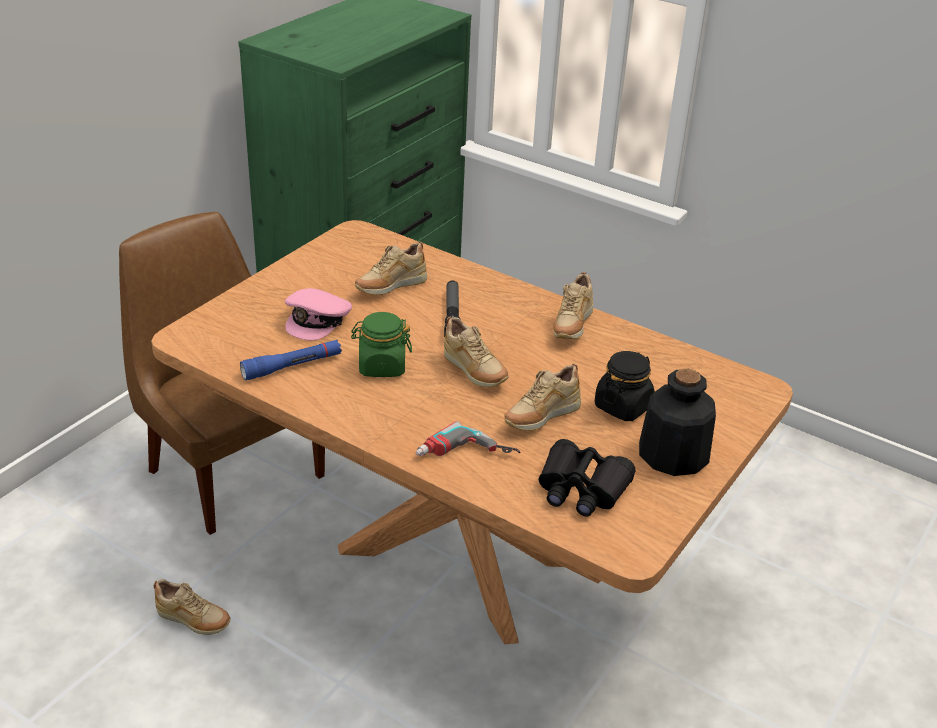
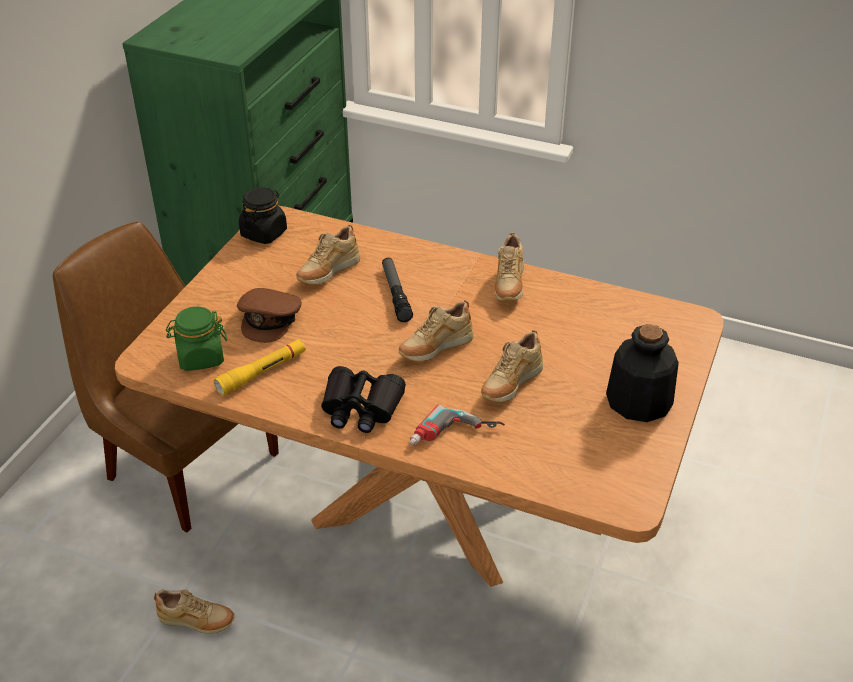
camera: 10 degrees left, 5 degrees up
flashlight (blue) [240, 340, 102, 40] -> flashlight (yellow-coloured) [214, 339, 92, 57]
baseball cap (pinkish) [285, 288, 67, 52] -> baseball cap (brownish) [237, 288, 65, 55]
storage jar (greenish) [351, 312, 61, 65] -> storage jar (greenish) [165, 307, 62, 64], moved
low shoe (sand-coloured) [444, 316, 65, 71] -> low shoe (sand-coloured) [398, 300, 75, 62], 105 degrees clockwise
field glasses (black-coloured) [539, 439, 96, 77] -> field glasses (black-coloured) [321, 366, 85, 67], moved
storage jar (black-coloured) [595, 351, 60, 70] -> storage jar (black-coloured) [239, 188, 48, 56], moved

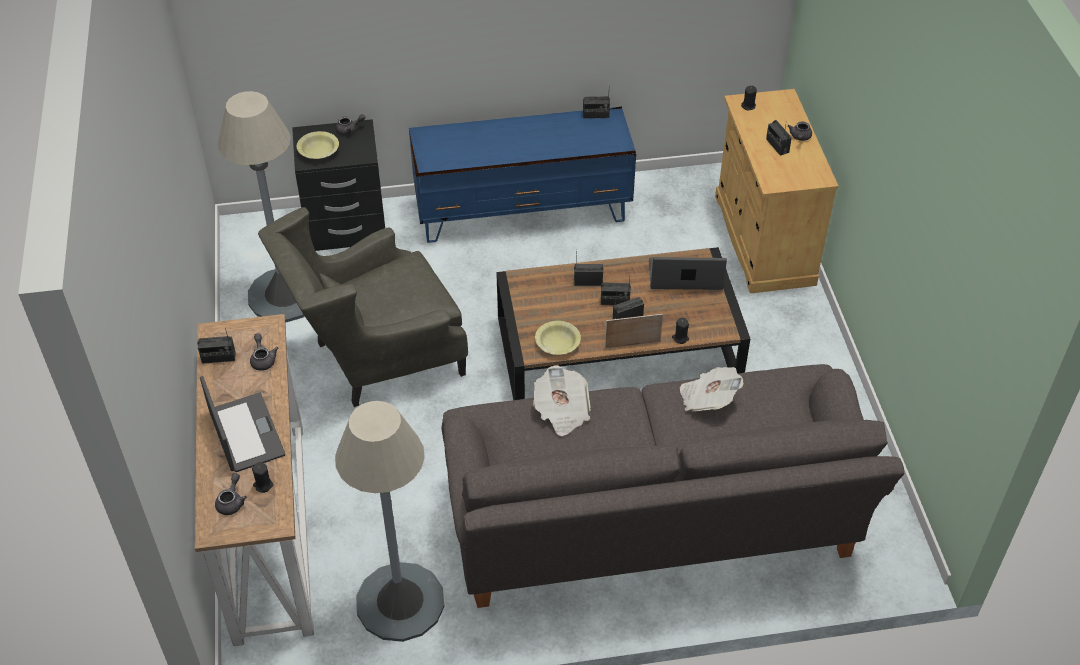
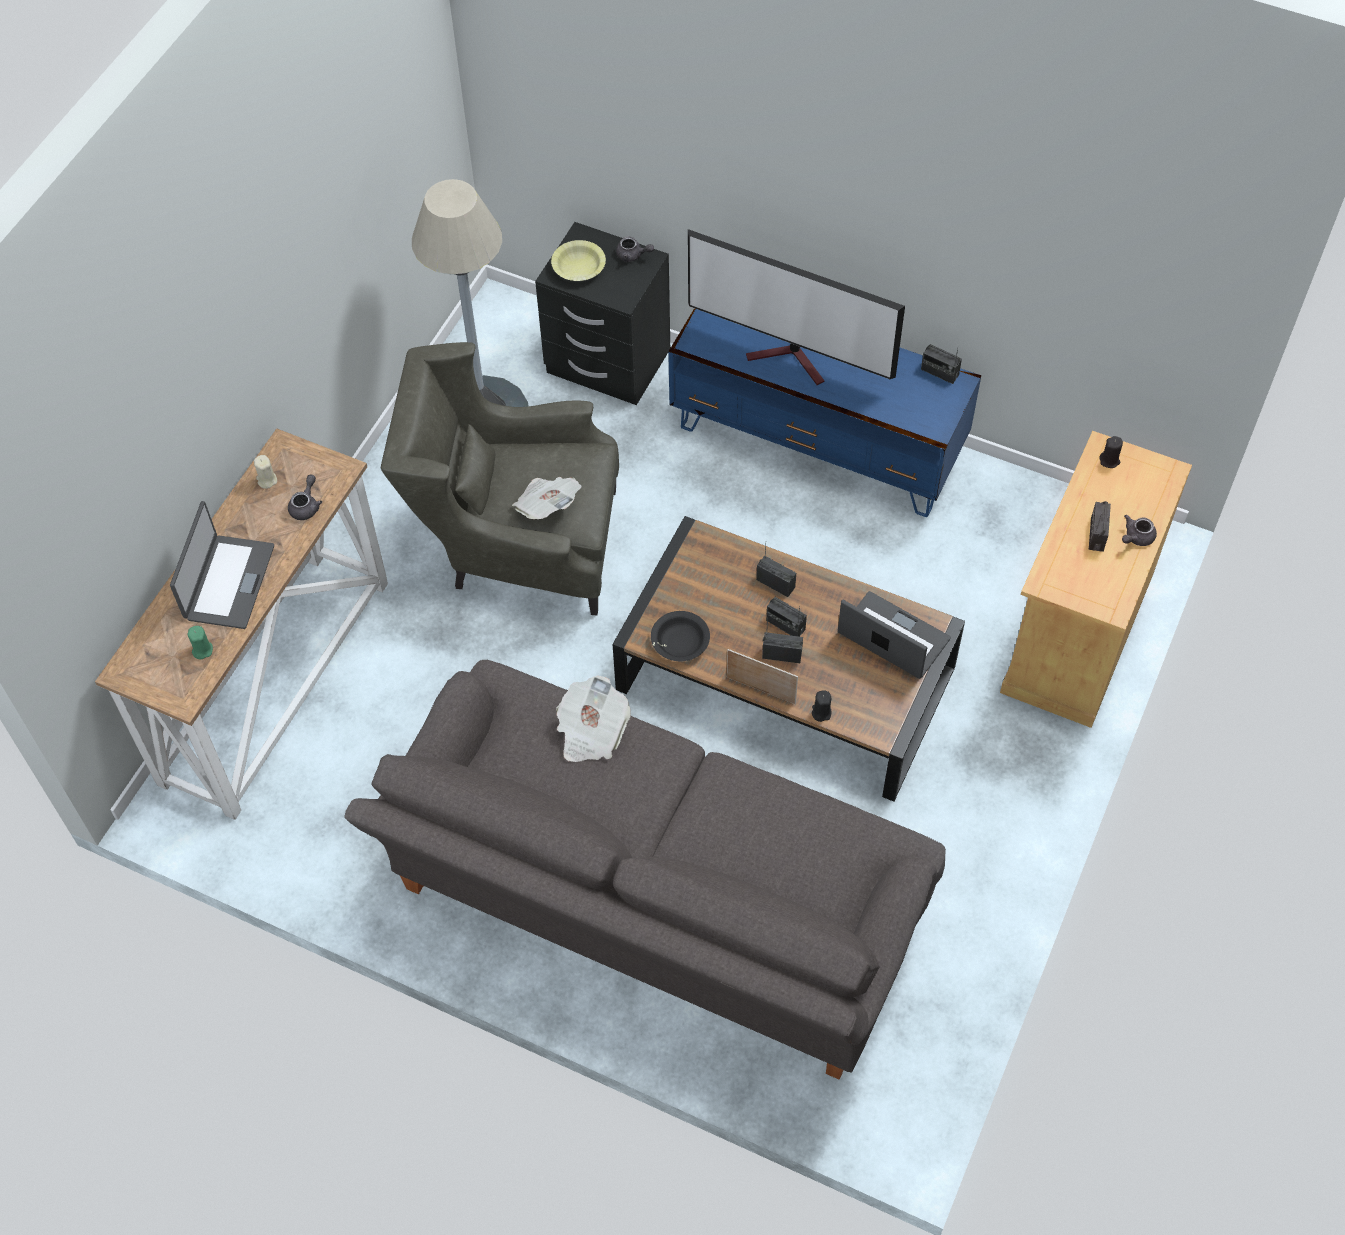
camera: 35 degrees right, 10 degrees up
radio set [198, 328, 38, 36] -> wax candle (sand-coloured) [254, 455, 23, 34]
tea pot (gray) [215, 473, 32, 42] -> none
wax candle (black-coloured) [252, 462, 21, 31] -> wax candle (greenish) [188, 626, 25, 33]
standing lamp (gray) [335, 401, 109, 241] -> none
bowl (yellow-coloured) [535, 321, 46, 34] -> bowl (black-coloured) [651, 611, 59, 50]
printed paper [680, 367, 63, 44] -> printed paper [512, 477, 70, 42], moved
none -> television [688, 229, 217, 156]

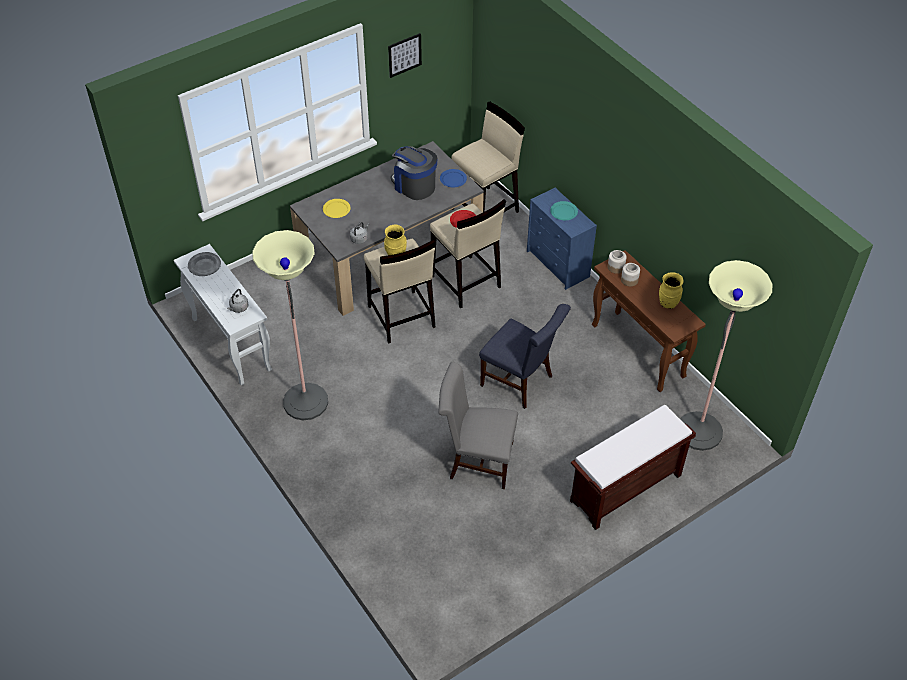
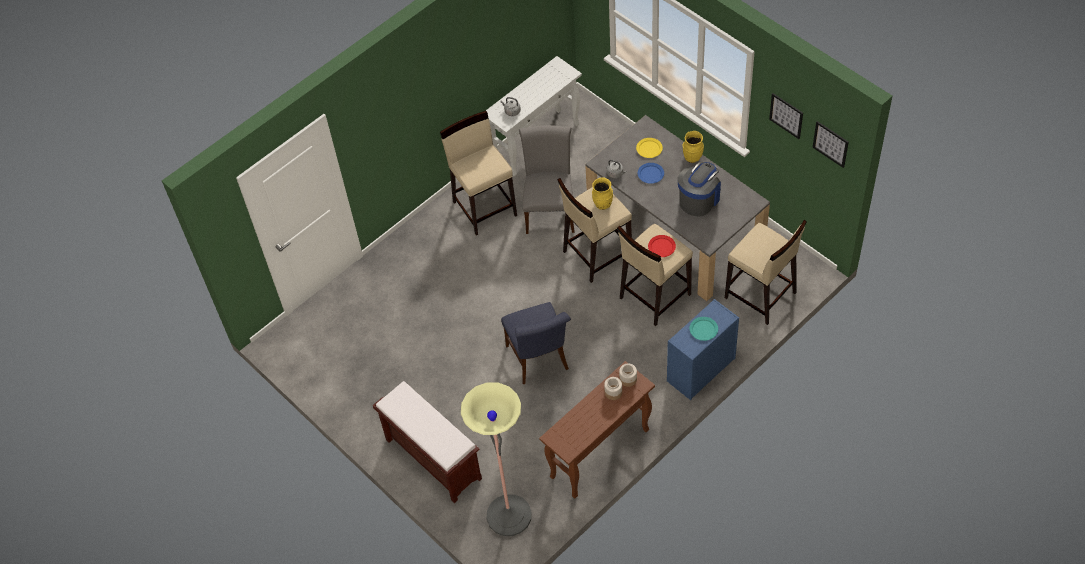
camera: 85 degrees right, 5 degrees up
flat dish (gray) [188, 252, 33, 24] -> none
standing lamp [252, 230, 76, 190] -> stool seat (sand-coloured) [440, 111, 77, 125]
plain chair (gray) [438, 362, 80, 127] -> plain chair (gray) [519, 125, 55, 109], moved
flat dish (blue) [440, 169, 27, 18] -> flat dish (blue) [638, 163, 26, 21], moved
plain chair (blue) [479, 304, 92, 105] -> plain chair (blue) [501, 302, 70, 82], 45 degrees counterclockwise
flower vase (yellow-coloured) [659, 272, 25, 37] -> flower vase (yellow-coloured) [683, 131, 21, 32], moved
none -> picture [813, 121, 36, 47]

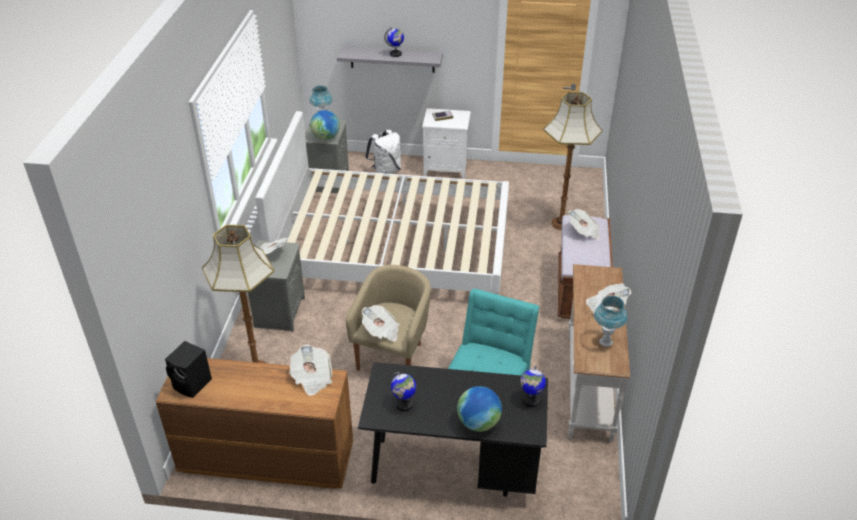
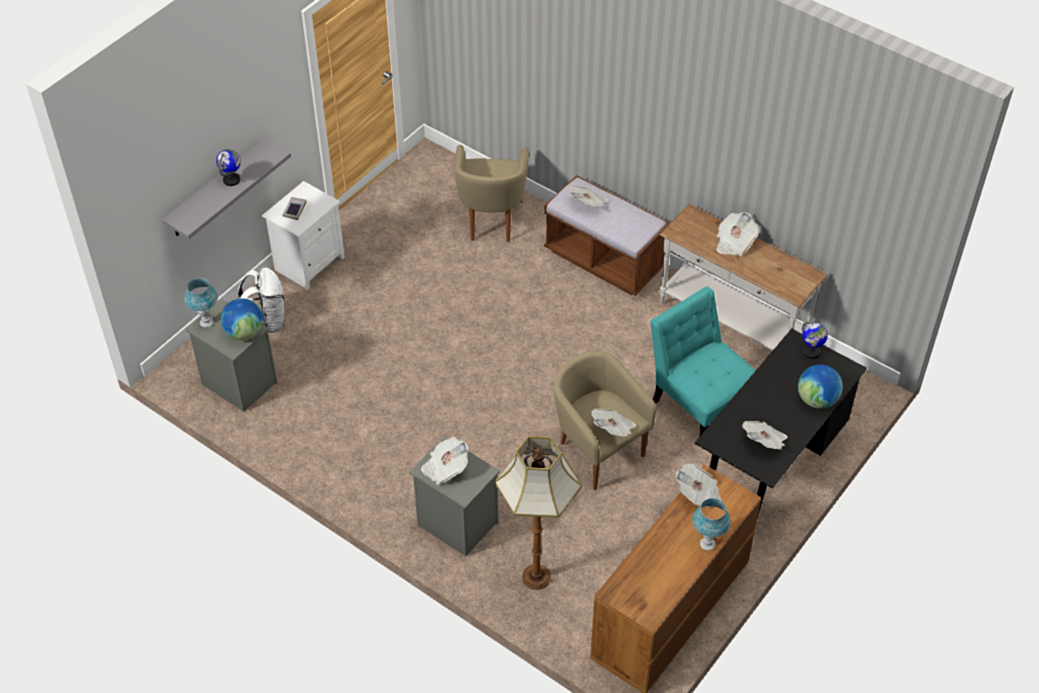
camera: 60 degrees left, 10 degrees up
speaker (black-coloured) [165, 341, 47, 57] -> none
bed (whitish) [255, 111, 254, 184] -> none
desk globe [391, 372, 25, 39] -> printed paper [742, 421, 46, 29]
standing lamp [543, 92, 59, 138] -> armchair (sand-coloured) [455, 145, 74, 97]
tabletop lamp (blue) [594, 296, 33, 51] -> tabletop lamp (blue) [692, 498, 39, 52], moved

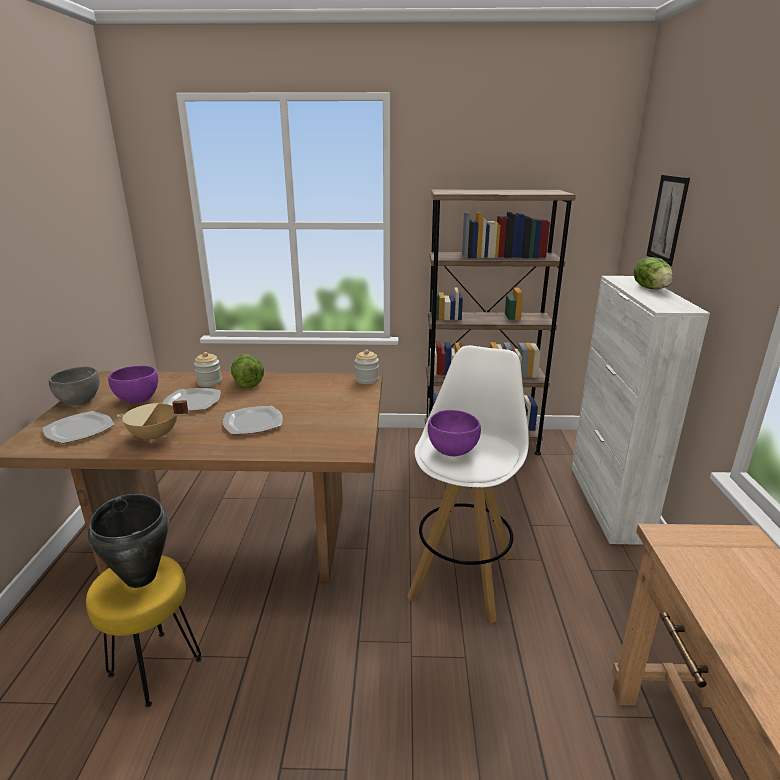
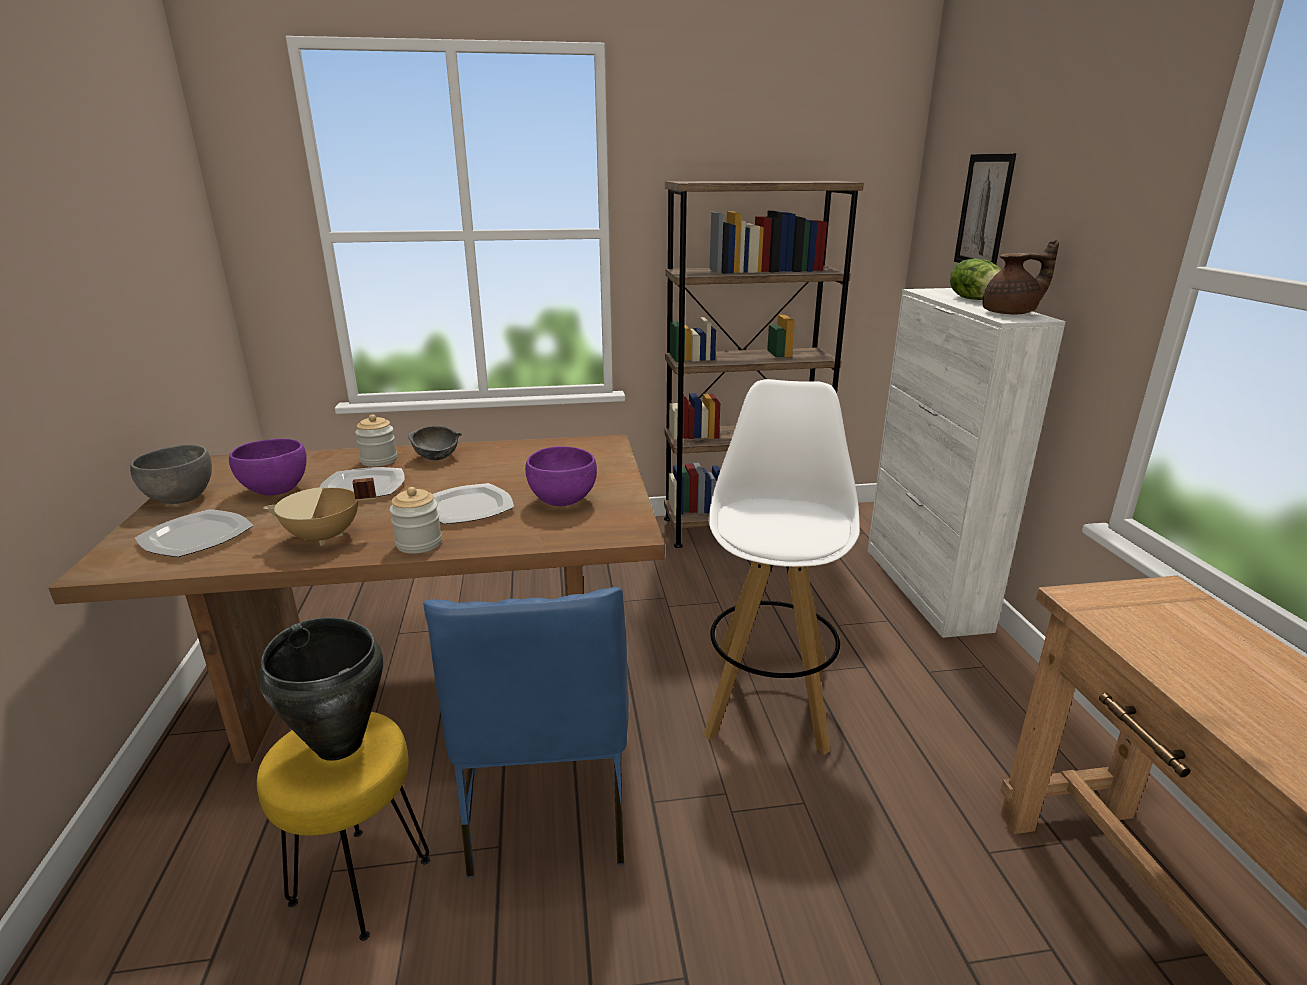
camera: 10 degrees left, 0 degrees up
head of lettuce [231, 354, 33, 34] -> bowl (gray) [408, 426, 54, 34]
storage jar [355, 350, 24, 34] -> storage jar [390, 487, 52, 67], moved
bowl (purplish) [428, 410, 53, 46] -> bowl (purplish) [525, 446, 72, 60], moved
none -> plain chair (blue) [423, 587, 206, 290]
none -> tea pot (brownish) [983, 240, 76, 74]

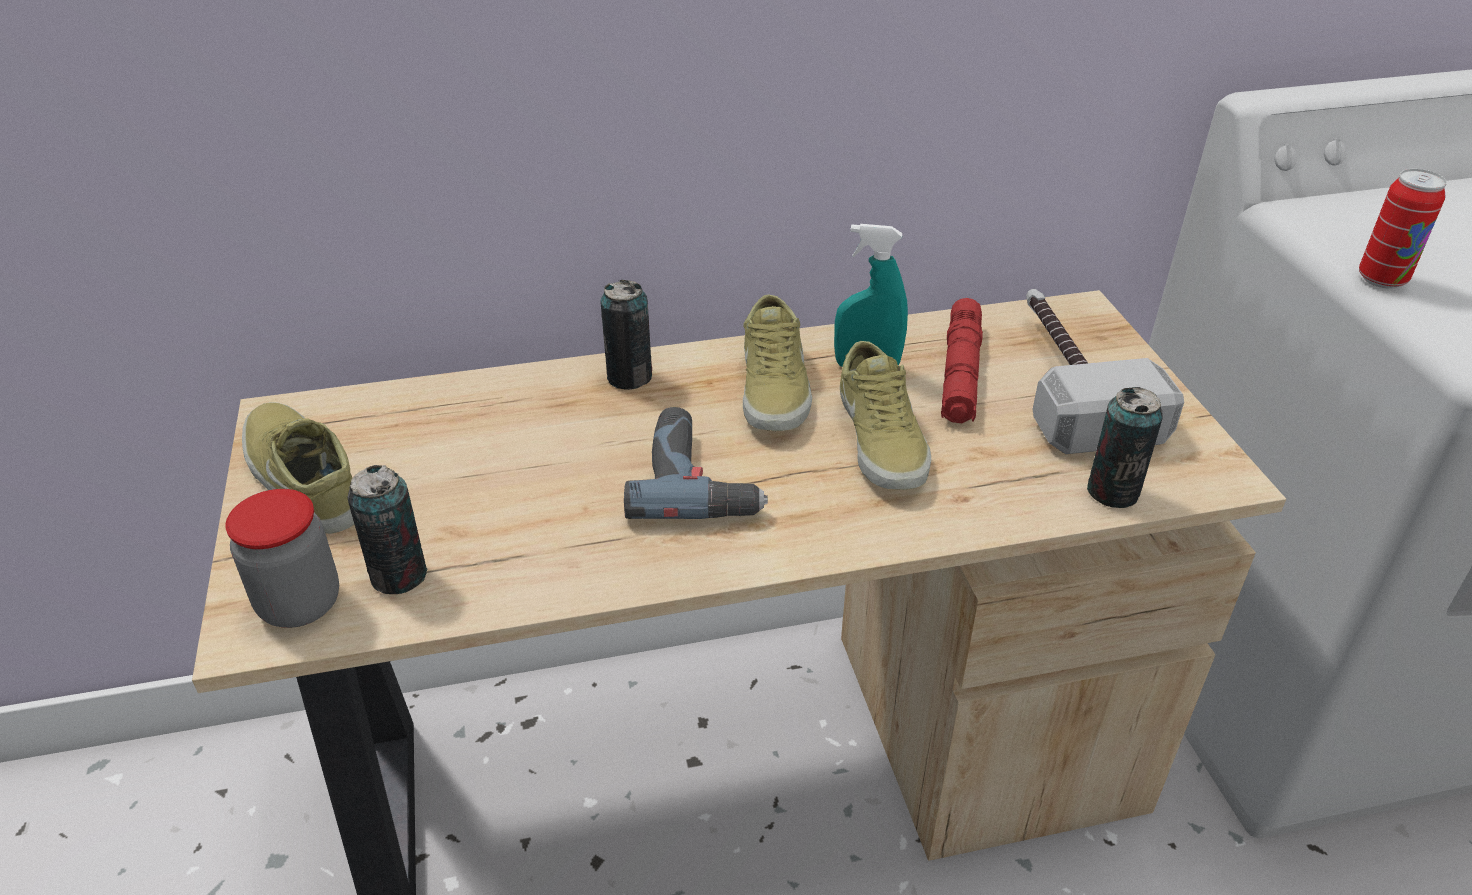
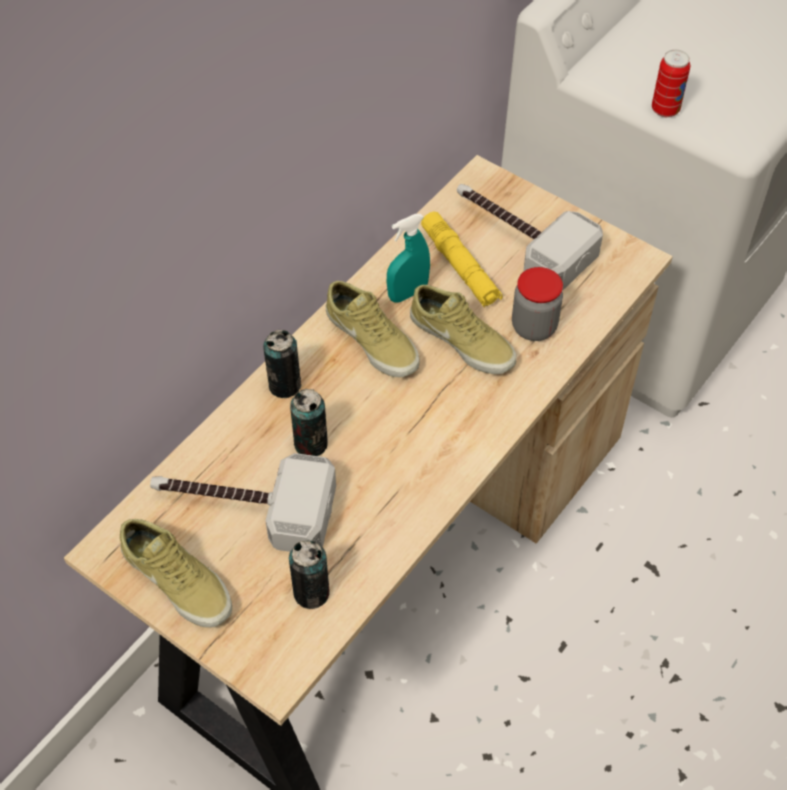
camera: 40 degrees left, 15 degrees up
storage jar [225, 489, 114, 139] -> storage jar [512, 267, 51, 74], moved
low shoe (sand-coloured) [242, 402, 113, 132] -> low shoe (sand-coloured) [120, 519, 112, 109], 150 degrees counterclockwise
power drill [624, 407, 144, 112] -> none
flashlight (red-coloured) [941, 298, 42, 125] -> flashlight (yellow-coloured) [421, 211, 82, 96]
sealed can [1087, 387, 76, 121] -> sealed can [290, 389, 38, 67], moved
none -> hand hammer [150, 453, 186, 99]

